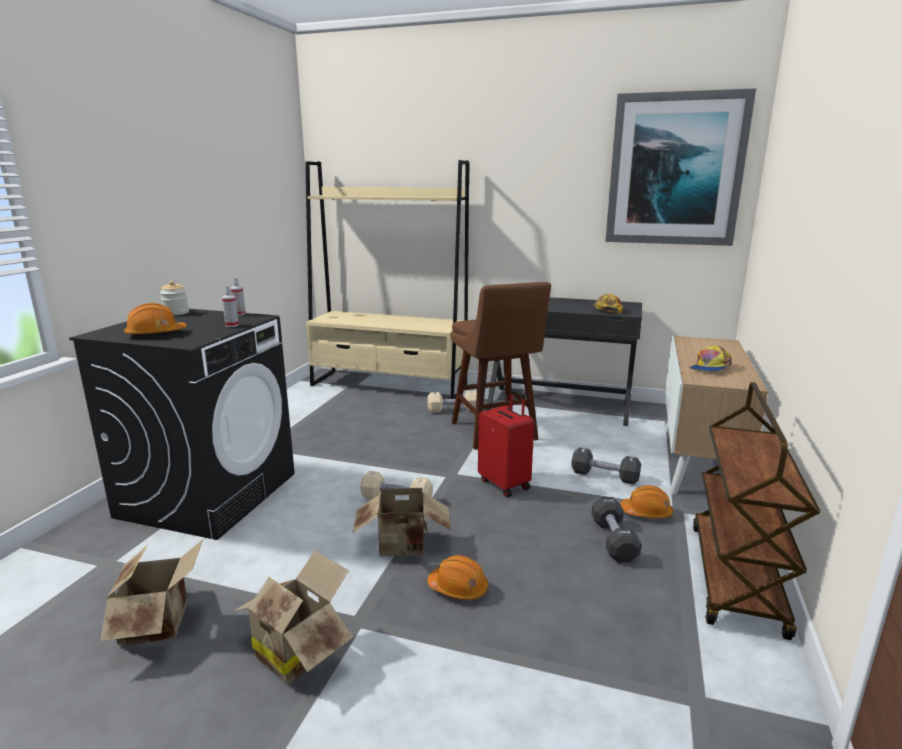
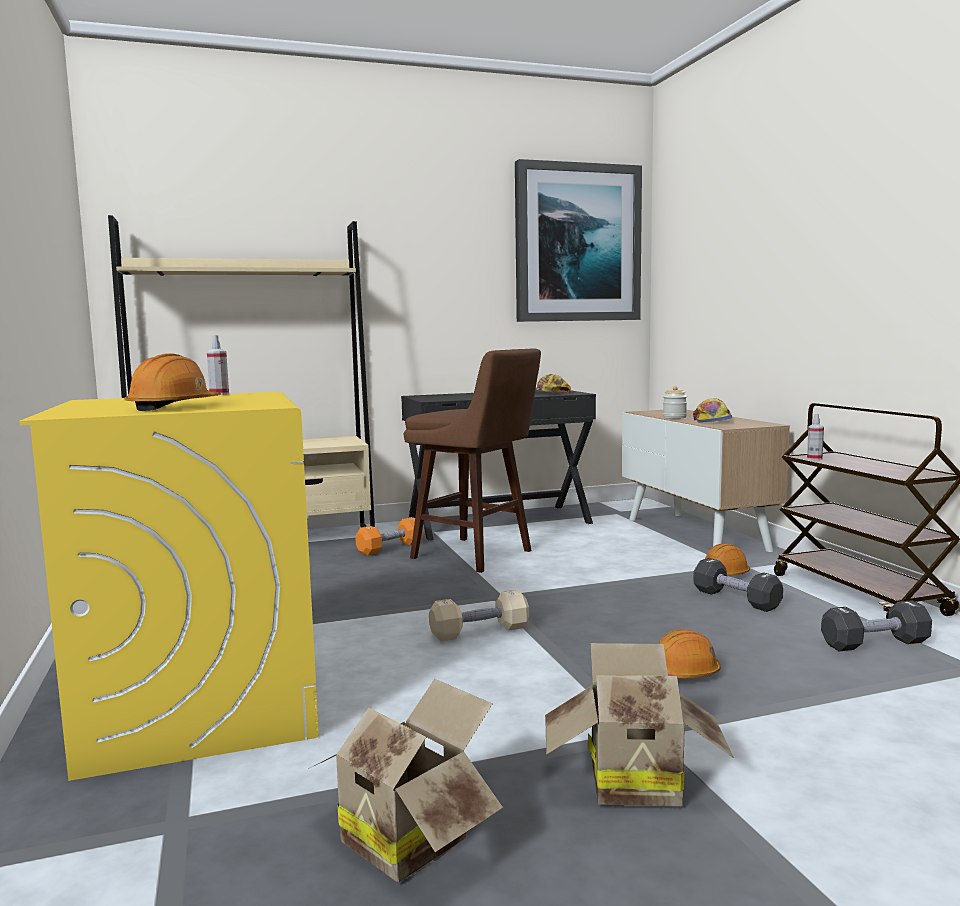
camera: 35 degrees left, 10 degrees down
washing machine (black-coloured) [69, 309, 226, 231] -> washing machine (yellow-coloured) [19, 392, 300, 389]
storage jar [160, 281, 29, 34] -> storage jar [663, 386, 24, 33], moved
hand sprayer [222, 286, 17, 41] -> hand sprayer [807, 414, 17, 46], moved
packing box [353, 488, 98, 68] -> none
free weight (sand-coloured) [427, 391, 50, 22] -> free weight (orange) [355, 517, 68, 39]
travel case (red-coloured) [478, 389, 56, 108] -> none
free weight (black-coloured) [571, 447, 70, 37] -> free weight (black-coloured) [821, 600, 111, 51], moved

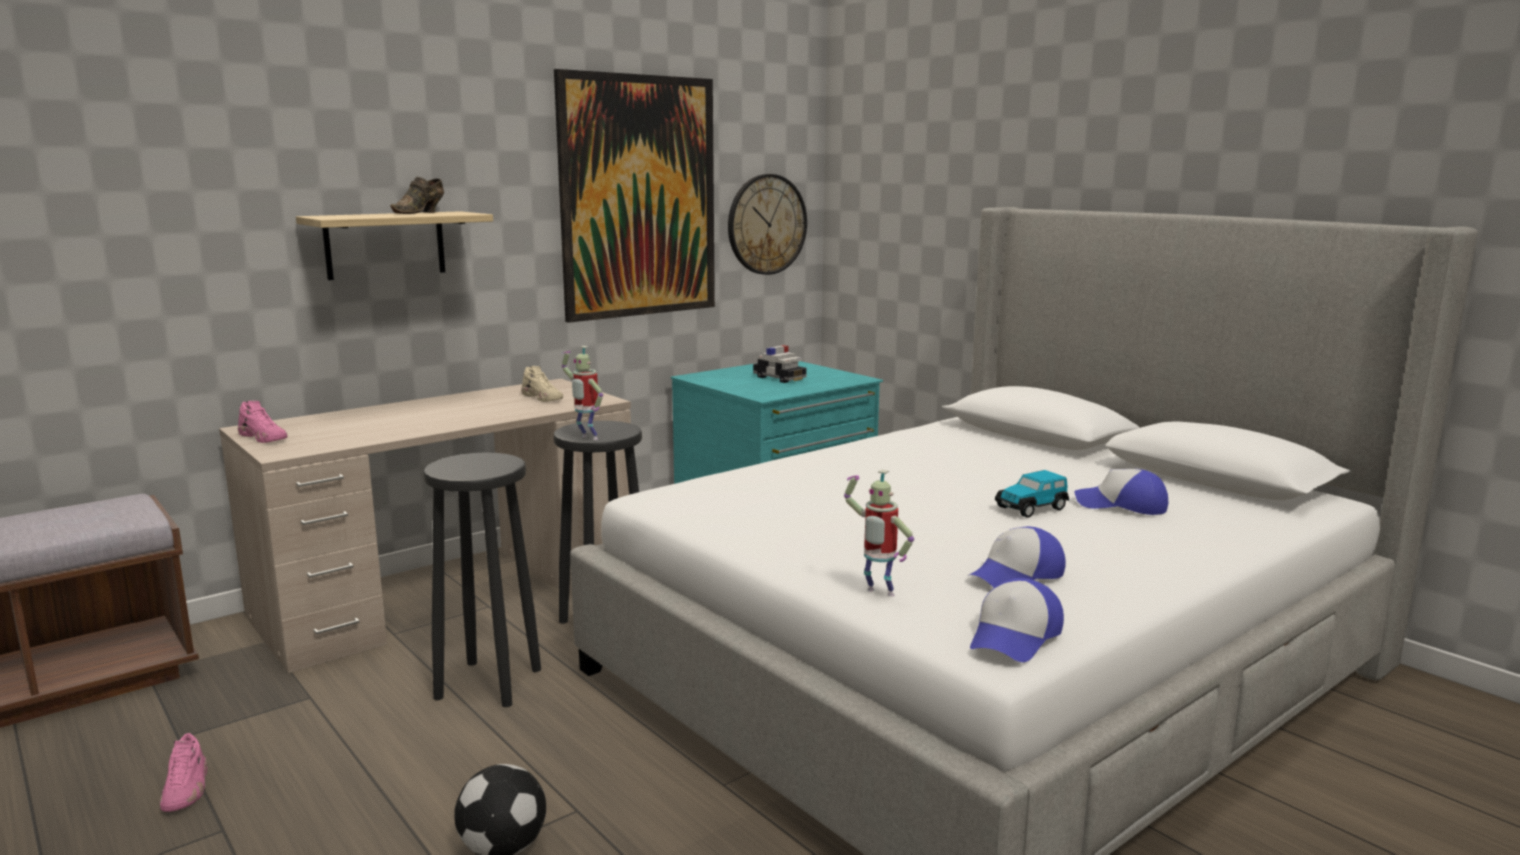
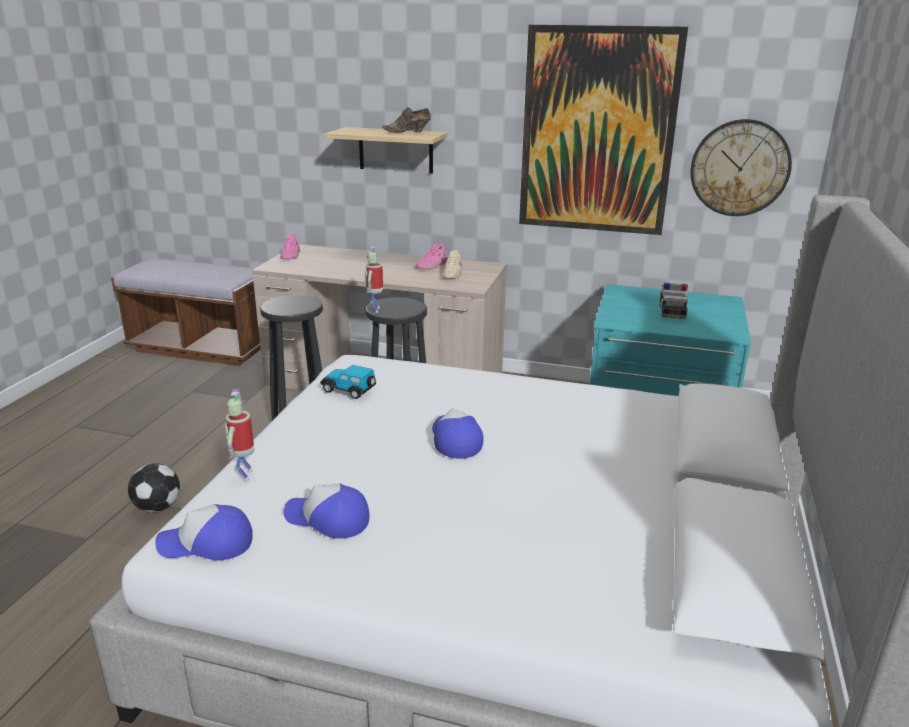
camera: 55 degrees right, 10 degrees up
low shoe (pinkish) [160, 733, 47, 79] -> low shoe (pinkish) [416, 243, 32, 27], moved
model car [995, 470, 74, 48] -> model car [320, 365, 57, 34], moved
baseball cap [1074, 469, 94, 46] -> baseball cap [432, 408, 52, 51], moved

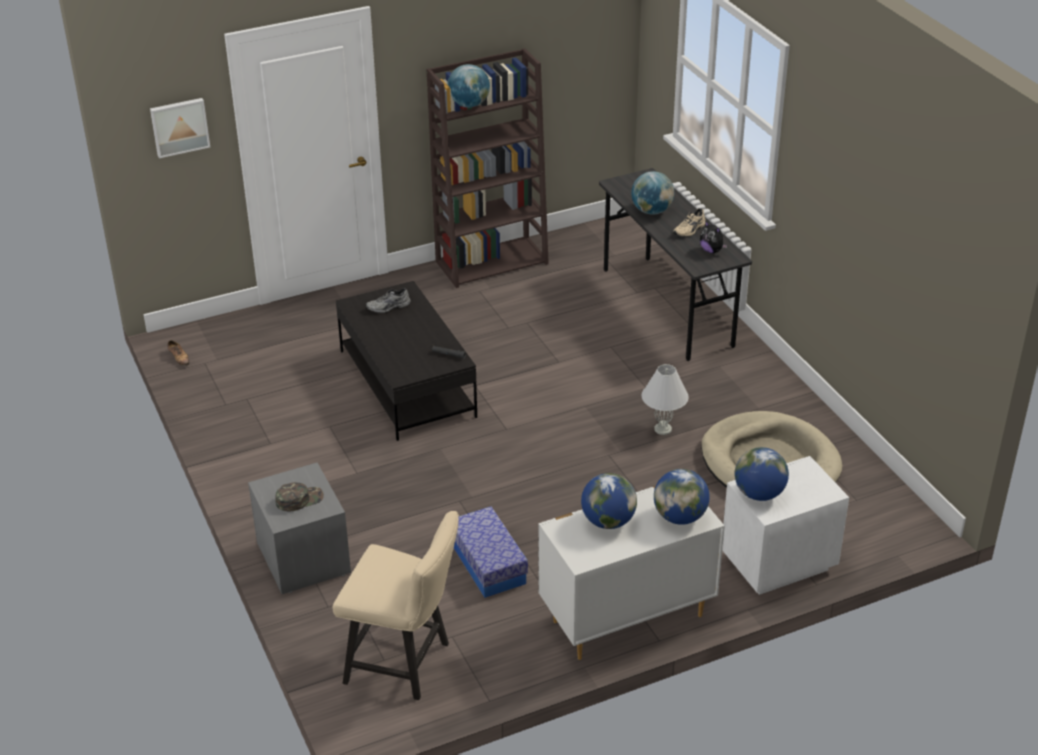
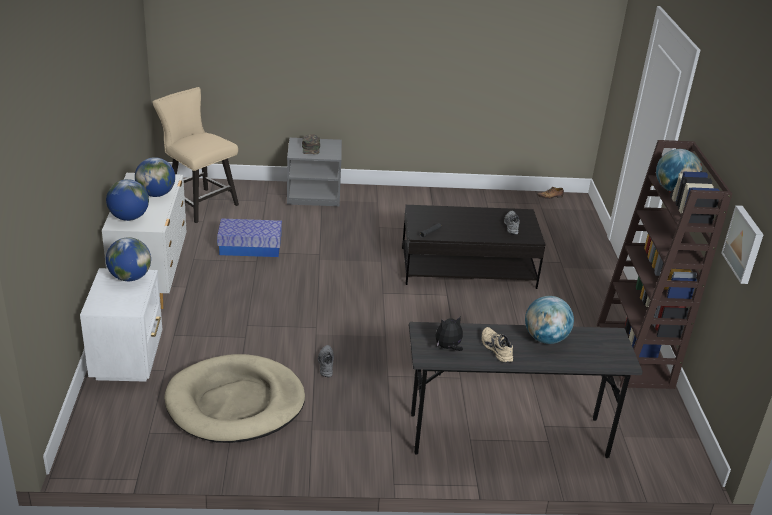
camera: 110 degrees right, 5 degrees down
picture [150, 98, 60, 60] -> picture [721, 205, 43, 79], moved
plain chair (sand-coloured) [333, 511, 126, 189] -> plain chair (sand-coloured) [152, 87, 87, 136], 90 degrees clockwise
tabletop lamp (whitish) [642, 364, 47, 71] -> low shoe (gray) [318, 345, 16, 32]

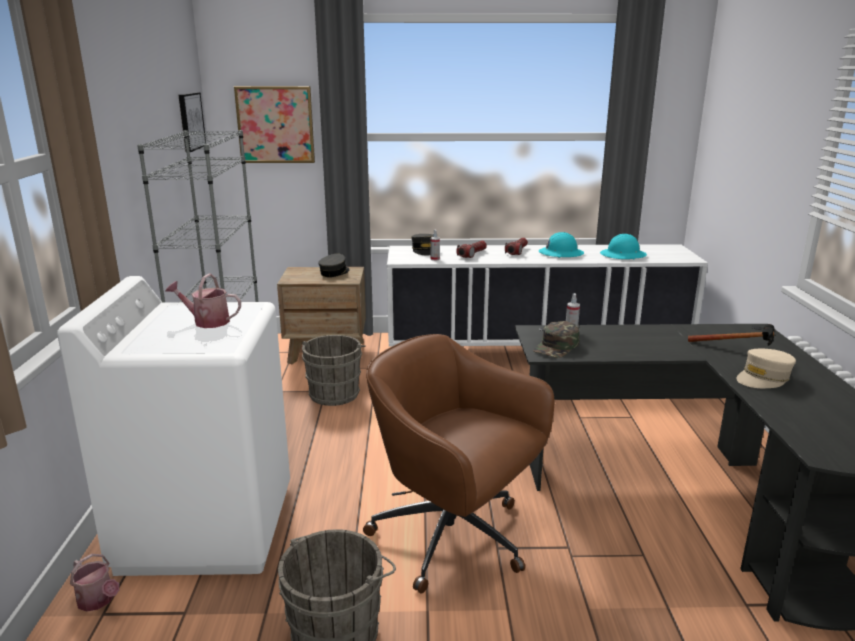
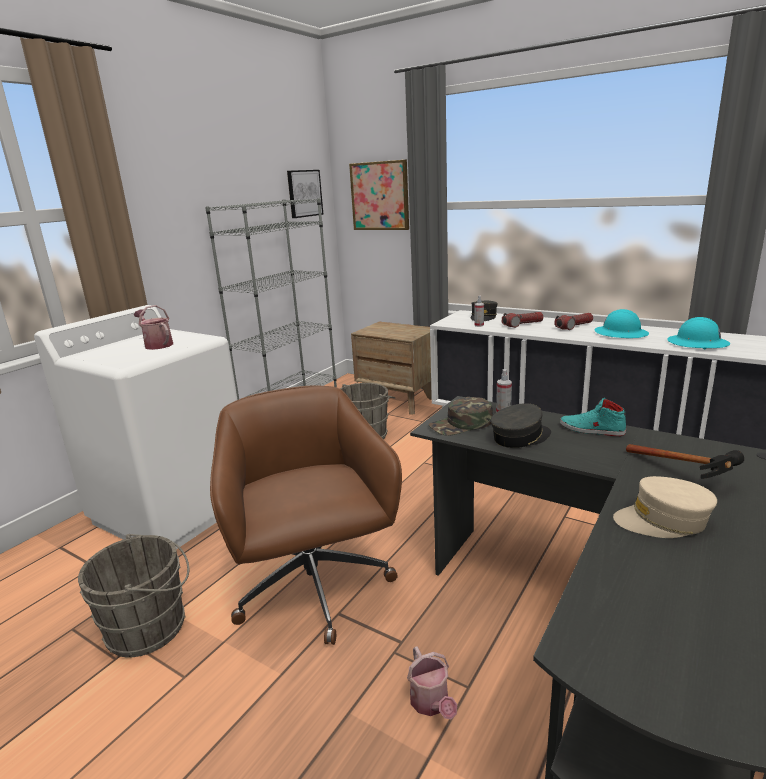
camera: 35 degrees right, 0 degrees up
watering pot [70, 554, 49, 58] -> watering pot [407, 646, 50, 73], moved
baseball cap (gray) [318, 254, 32, 23] -> baseball cap (gray) [491, 403, 60, 45], moved
none -> low shoe (turquoise) [560, 398, 66, 38]

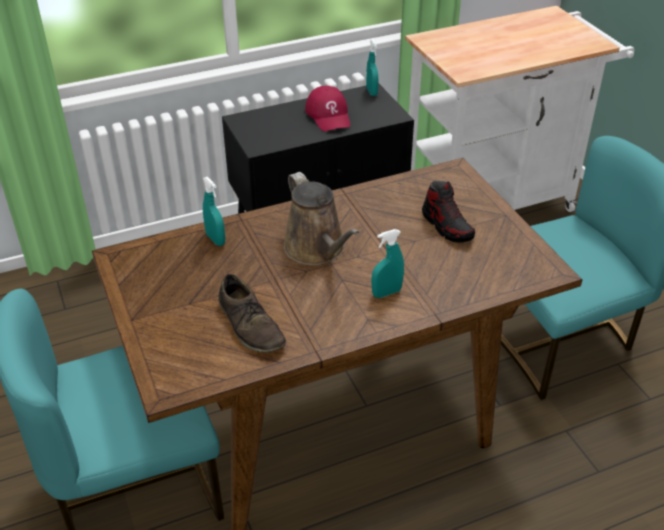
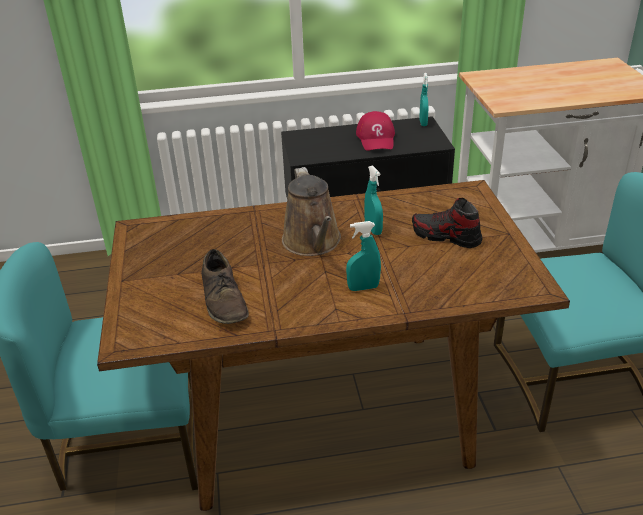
camera: 15 degrees right, 5 degrees down
hand sprayer (turquoise) [203, 177, 22, 69] -> hand sprayer (turquoise) [364, 165, 19, 70], moved
low shoe [422, 181, 53, 62] -> low shoe [412, 198, 70, 50], 135 degrees clockwise

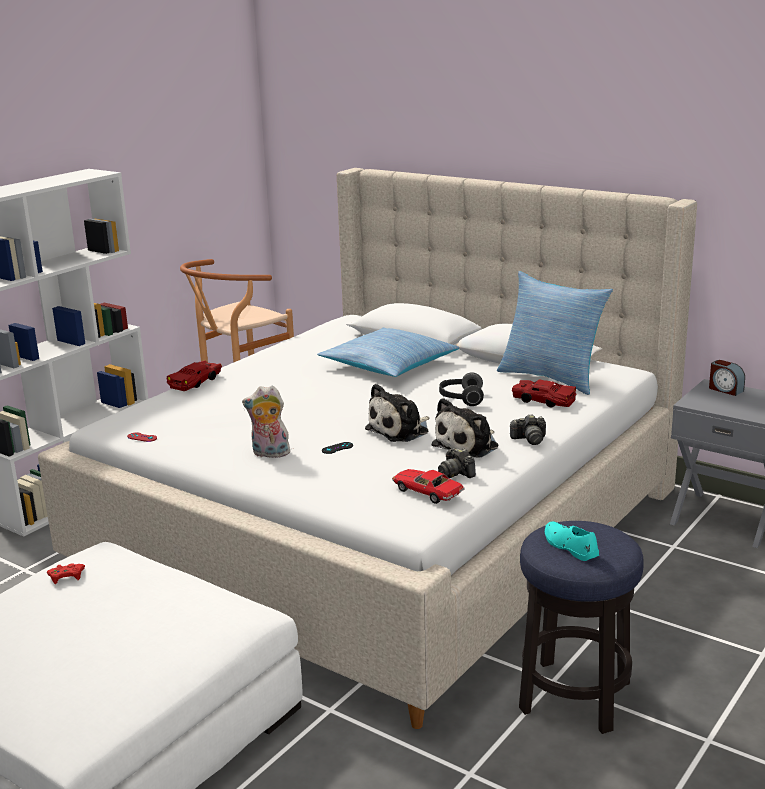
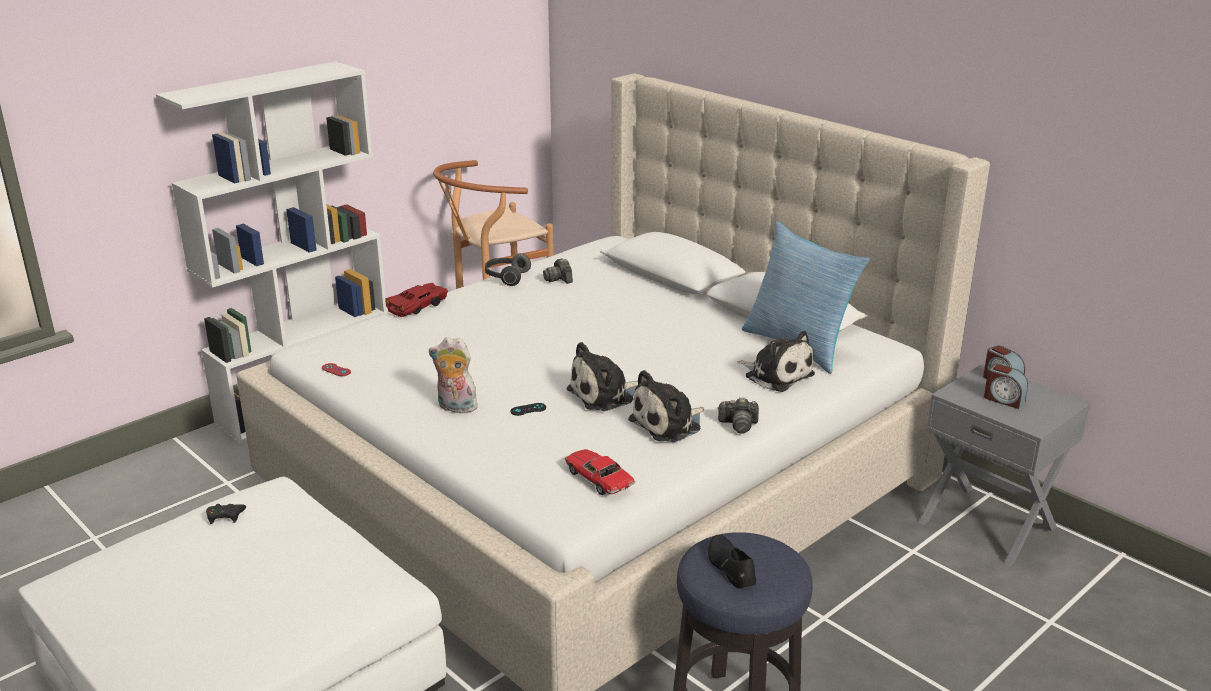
camera: 10 degrees right, 5 degrees up
joypad (red-coloured) [47, 563, 38, 21] -> joypad (black-coloured) [206, 504, 40, 20]
cushion [317, 328, 142, 49] -> none
still camera [438, 448, 38, 30] -> still camera [543, 259, 30, 25], moved
headset [439, 372, 45, 34] -> headset [485, 253, 46, 33], moved
model car (red-coloured) [512, 379, 64, 29] -> cuddly toy [738, 331, 77, 61]
low shoe (turquoise) [545, 521, 54, 40] -> low shoe (black-coloured) [708, 535, 48, 54]
none -> table clock [984, 364, 44, 45]

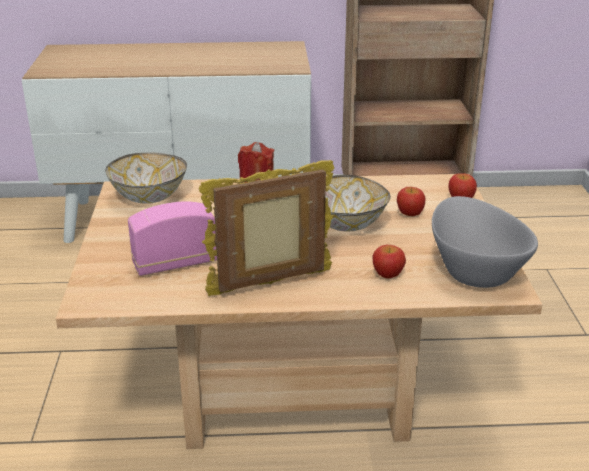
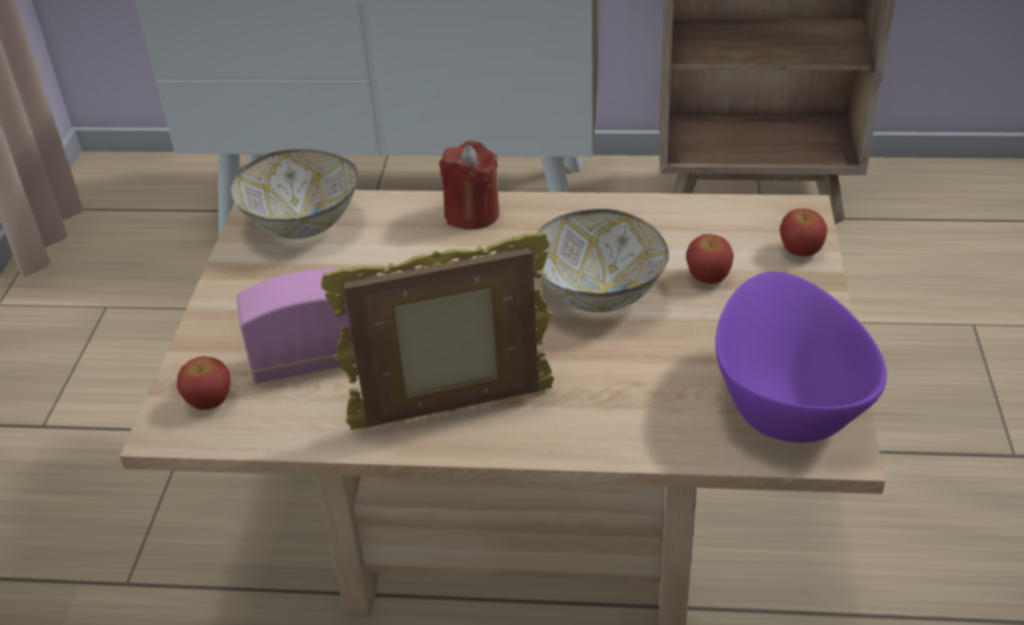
camera: 10 degrees right, 10 degrees up
apple fruit [372, 245, 34, 33] -> apple fruit [177, 356, 53, 54], moved
bowl (gray) [432, 196, 106, 92] -> bowl (purplish) [716, 272, 171, 171]

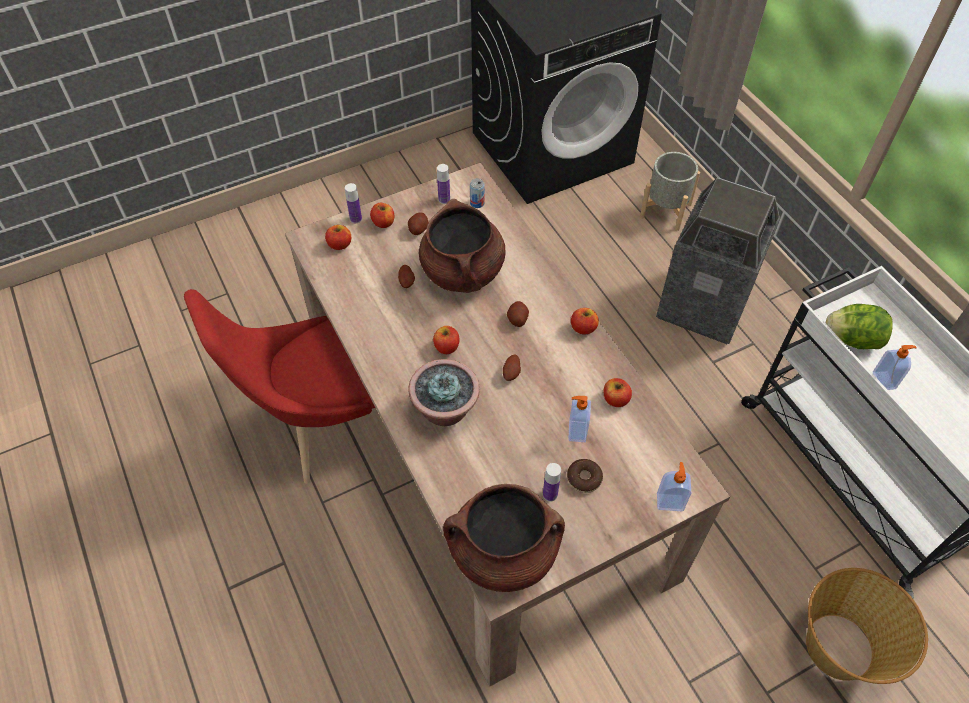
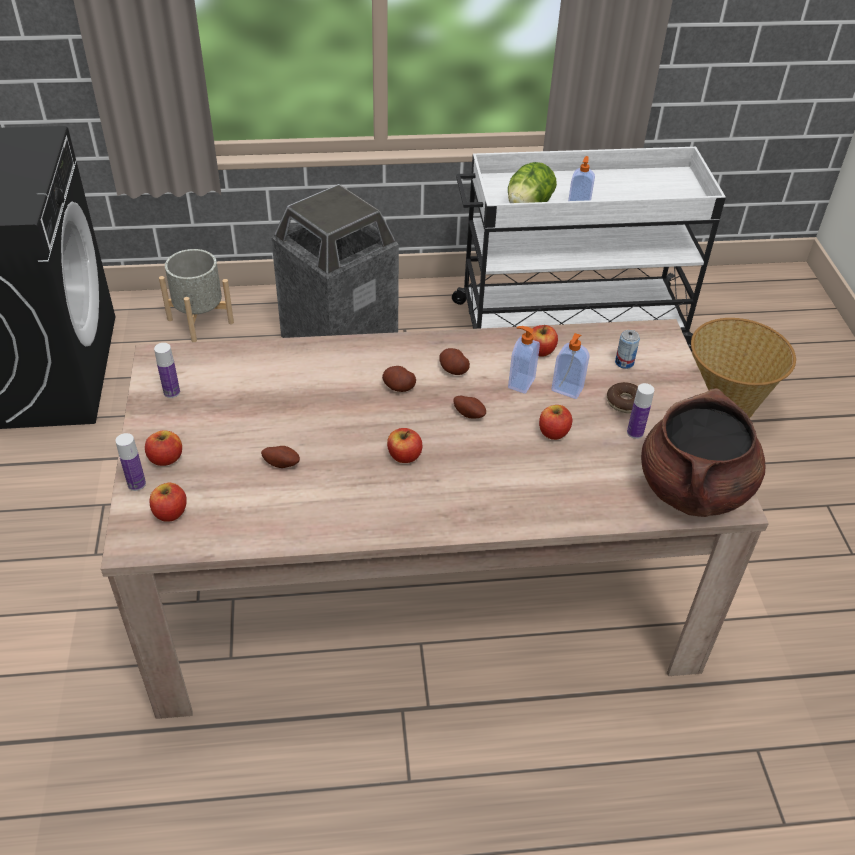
camera: 70 degrees left, 10 degrees down
plain chair (red-coloured) [184, 289, 191, 195] -> none
potato [408, 212, 20, 23] -> potato [439, 348, 31, 27], moved
potted plant [408, 359, 72, 67] -> none
saucepot (brownish) [419, 199, 86, 94] -> none
sealed can [470, 178, 15, 30] -> sealed can [615, 330, 25, 39], moved
apple fruit [571, 308, 28, 27] -> apple fruit [539, 405, 33, 35], moved
soap bottle [657, 462, 34, 49] -> soap bottle [508, 326, 32, 68], moved

